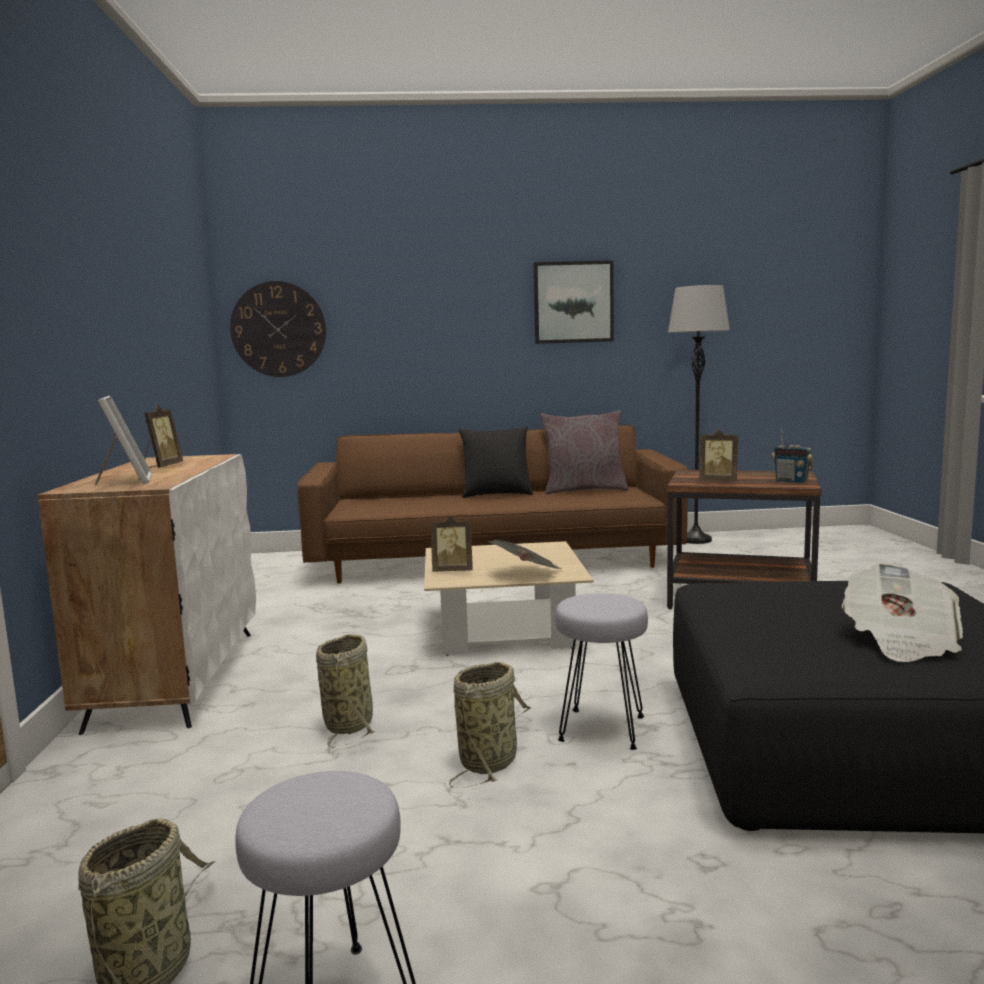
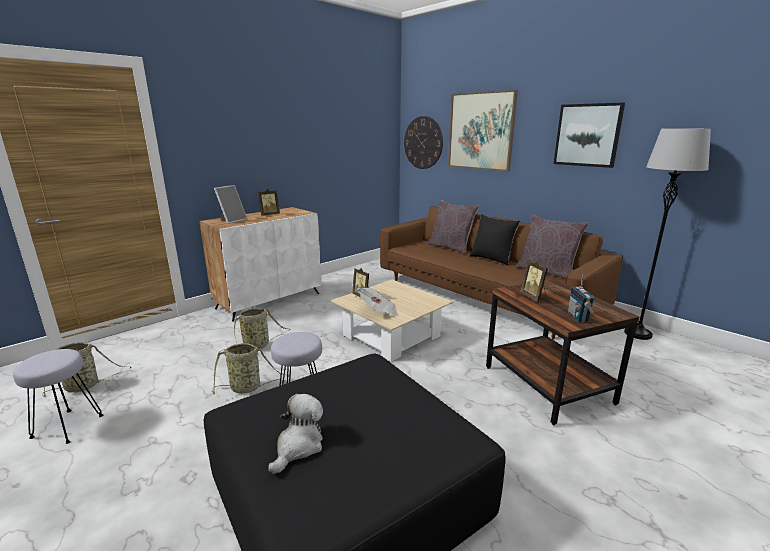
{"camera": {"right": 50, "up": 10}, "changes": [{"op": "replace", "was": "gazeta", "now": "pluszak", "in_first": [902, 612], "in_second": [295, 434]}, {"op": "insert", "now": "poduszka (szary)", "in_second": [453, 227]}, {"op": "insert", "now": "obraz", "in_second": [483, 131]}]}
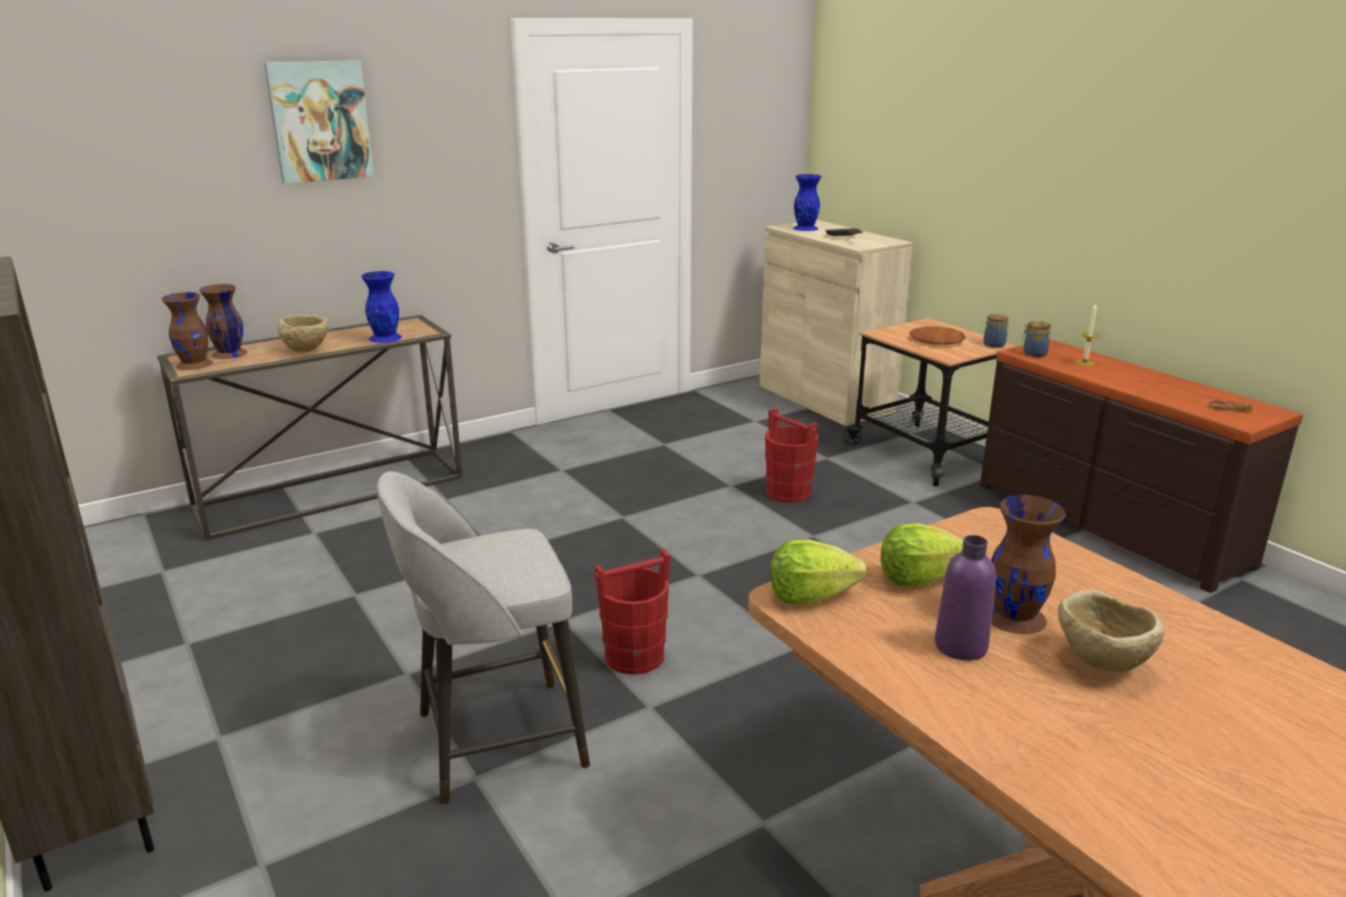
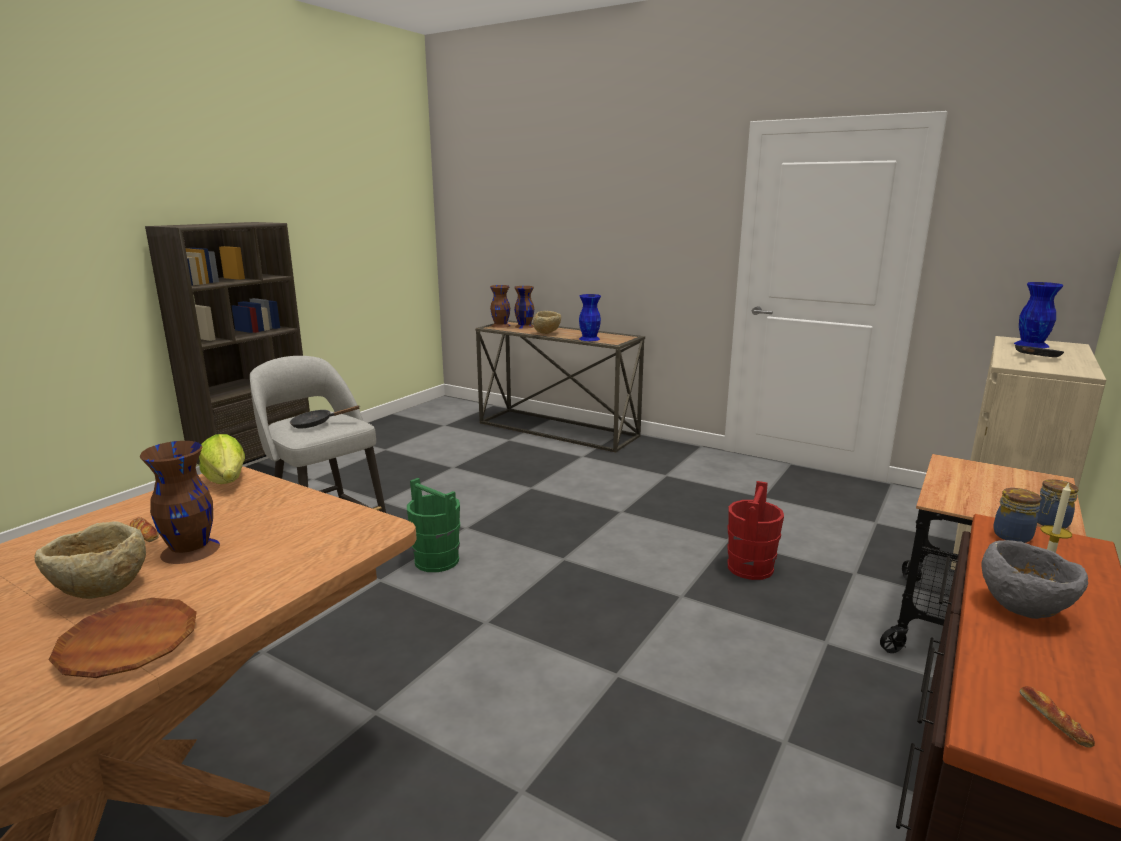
{"camera": {"right": 65, "up": -5}, "changes": [{"op": "move", "was": "talerz (brązowy)", "in_first": [937, 335], "in_second": [123, 638]}, {"op": "replace", "was": "butelka (fioletowy)", "now": "chleb", "in_first": [965, 598], "in_second": [144, 529]}, {"op": "insert", "now": "patelnia (czarny)", "in_second": [324, 417]}, {"op": "recolor", "was": "wiadro (czerwony)", "now": "wiadro (zielony)", "in_first": [632, 612], "in_second": [433, 525]}, {"op": "insert", "now": "miska (szary)", "in_second": [1035, 579]}, {"op": "delete", "was": "obraz", "in_first": [319, 122]}, {"op": "delete", "was": "sałata", "in_first": [922, 555]}]}
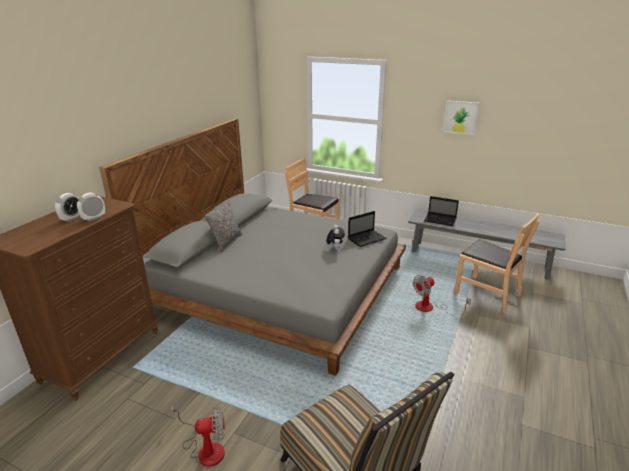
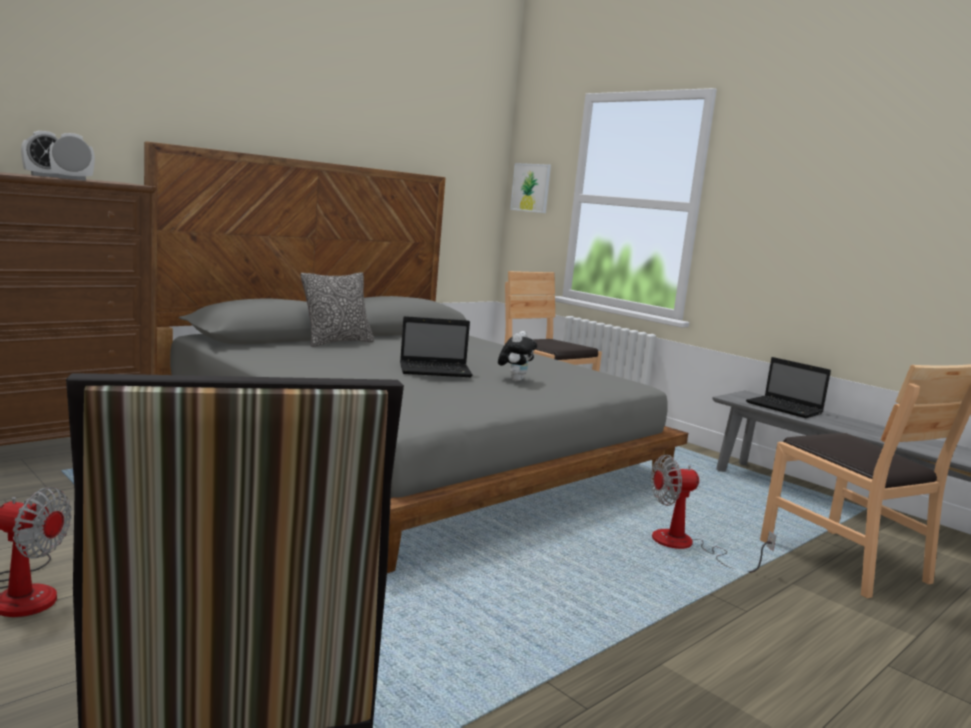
{"camera": {"right": 20, "up": -15}, "changes": [{"op": "move", "was": "laptop", "in_first": [367, 229], "in_second": [436, 346]}, {"op": "move", "was": "obraz", "in_first": [461, 117], "in_second": [530, 188]}]}
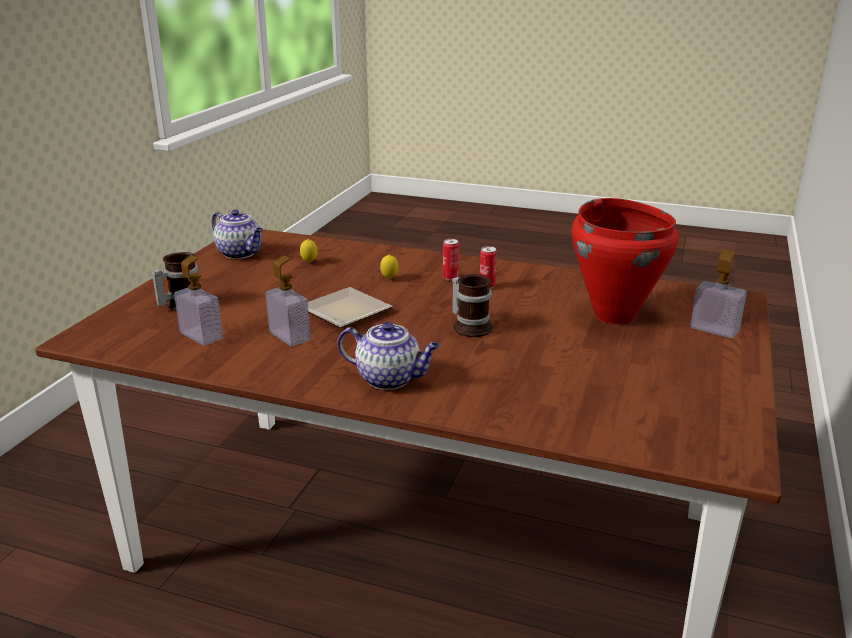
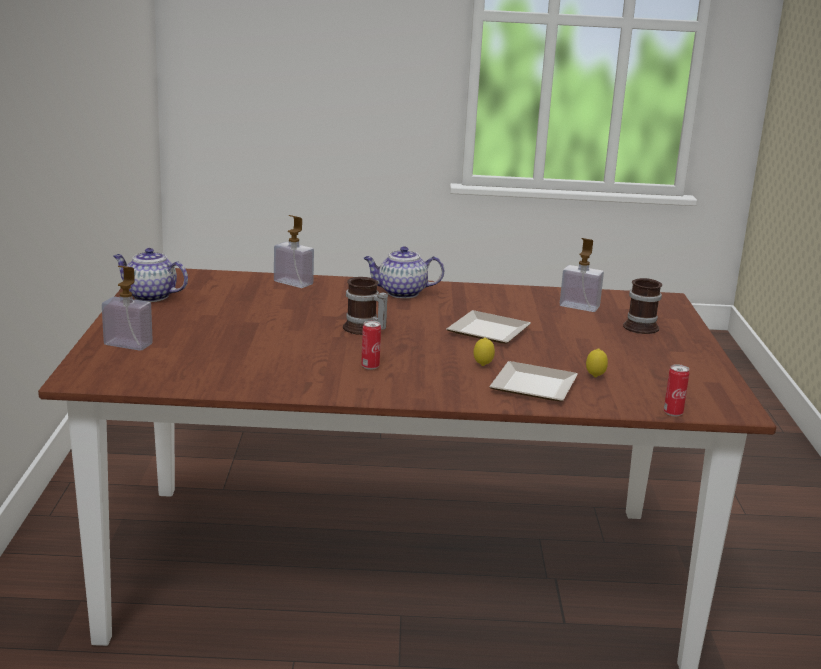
{"camera": {"right": 160, "up": -5}, "changes": [{"op": "move", "was": "imbryk", "in_first": [237, 234], "in_second": [150, 275]}, {"op": "move", "was": "dozownik mydła", "in_first": [288, 301], "in_second": [294, 251]}, {"op": "insert", "now": "talerz", "in_second": [533, 381]}, {"op": "move", "was": "puszka", "in_first": [451, 260], "in_second": [676, 390]}, {"op": "delete", "was": "garnek (czerwony)", "in_first": [625, 261]}]}
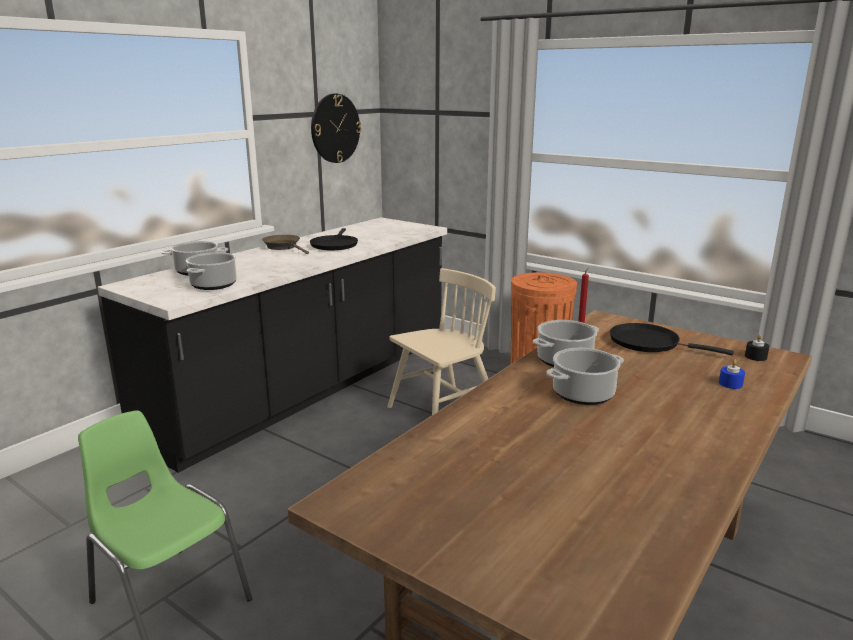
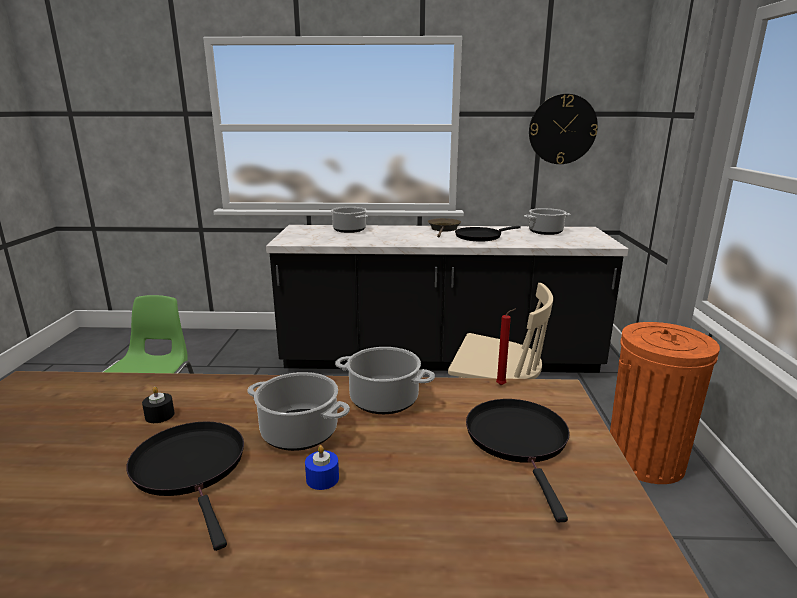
{"camera": {"right": 55, "up": 0}, "changes": [{"op": "insert", "now": "patelnia (czarny)", "in_second": [185, 486]}, {"op": "move", "was": "świeca (czarny)", "in_first": [757, 347], "in_second": [158, 405]}, {"op": "move", "was": "świeca (niebieski)", "in_first": [732, 374], "in_second": [322, 467]}, {"op": "move", "was": "garnek", "in_first": [211, 271], "in_second": [547, 221]}]}
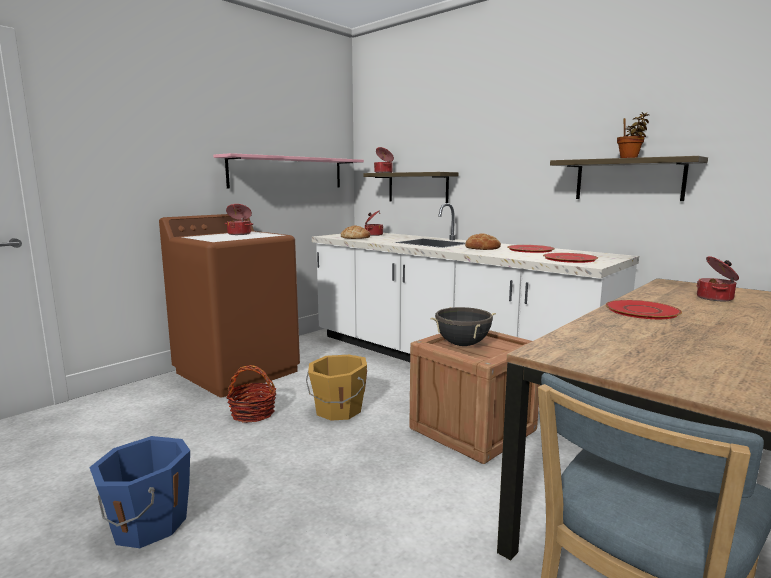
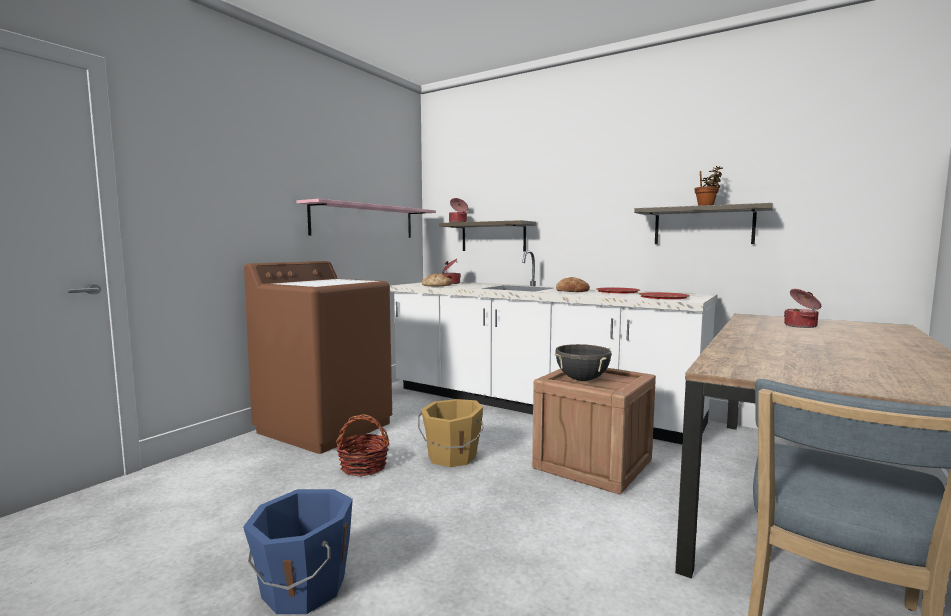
{"camera": {"right": -10, "up": -5}, "changes": [{"op": "delete", "was": "garnek", "in_first": [239, 219]}, {"op": "delete", "was": "talerz (czerwony)", "in_first": [644, 309]}]}
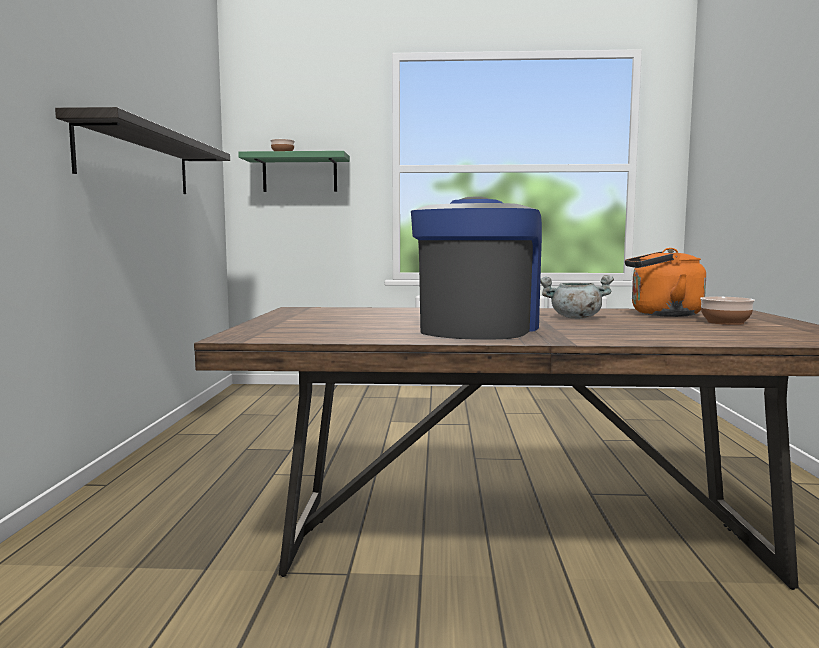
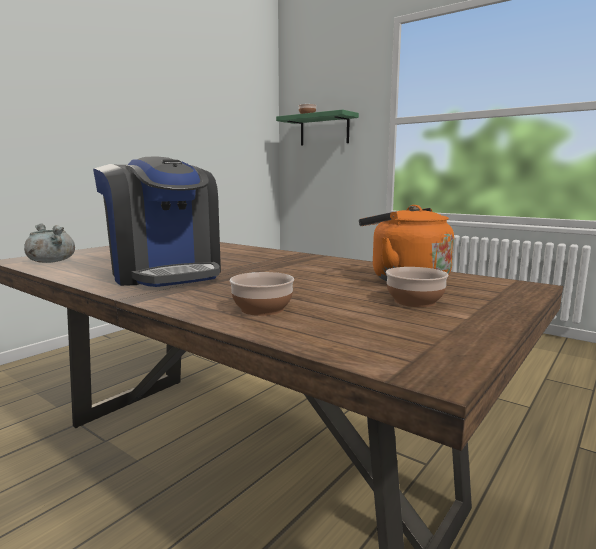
{"camera": {"right": 35, "up": 5}, "changes": [{"op": "move", "was": "garnek (szary)", "in_first": [577, 297], "in_second": [49, 243]}, {"op": "rotate", "was": "ekspres do kawy", "in_first": [476, 268], "in_second": [157, 222], "clockwise": 90}, {"op": "insert", "now": "miska", "in_second": [262, 294]}, {"op": "delete", "was": "półka", "in_first": [142, 150]}]}
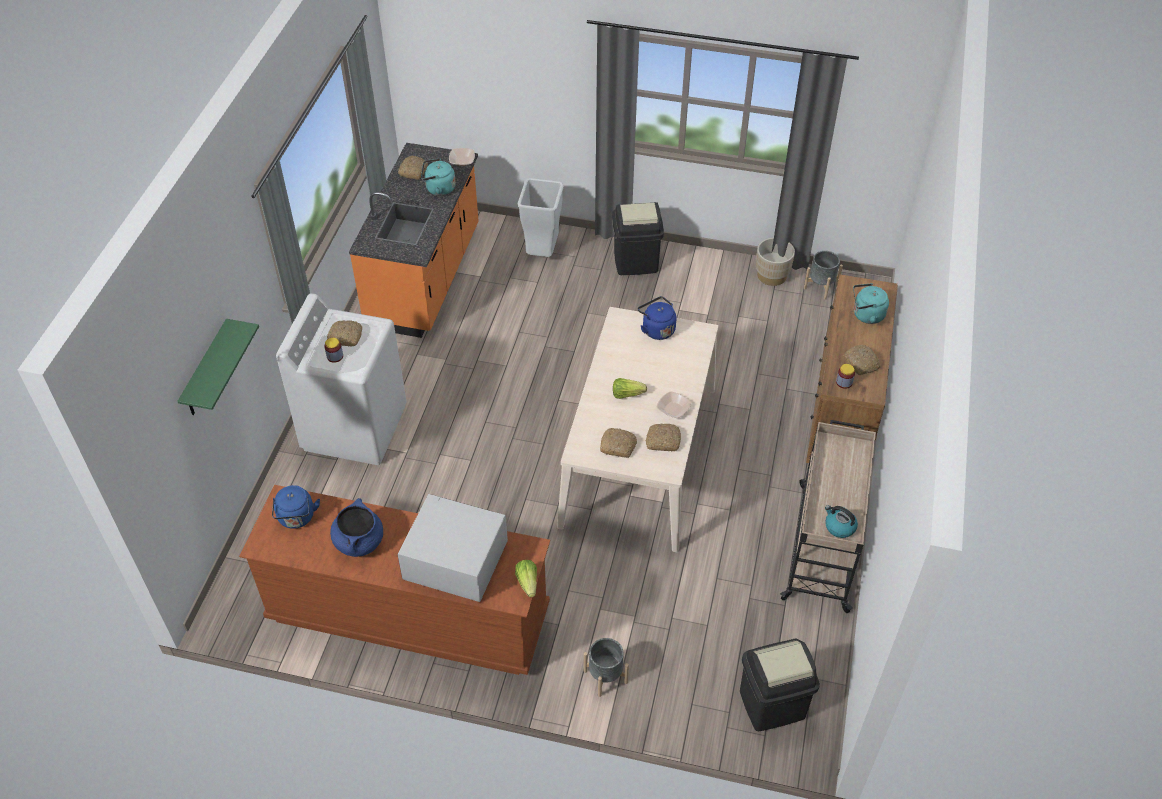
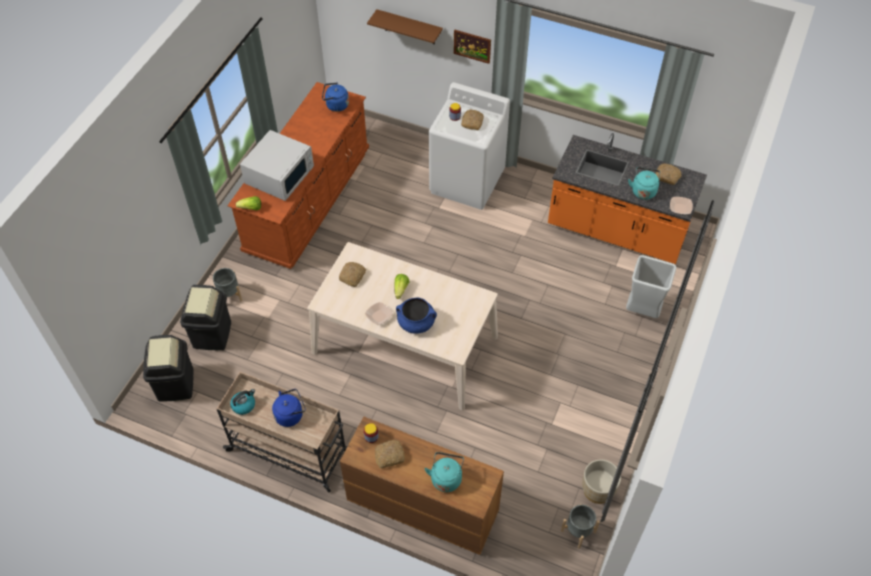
{"camera": {"right": 100, "up": 5}, "changes": [{"op": "move", "was": "kosz na śmieci (czarny)", "in_first": [638, 238], "in_second": [205, 317]}, {"op": "move", "was": "czajnik (niebieski)", "in_first": [657, 318], "in_second": [289, 408]}, {"op": "recolor", "was": "półka (zielony)", "now": "półka (brązowy)", "in_first": [218, 367], "in_second": [405, 27]}, {"op": "move", "was": "garnek (niebieski)", "in_first": [356, 527], "in_second": [416, 315]}, {"op": "insert", "now": "obraz", "in_second": [472, 47]}, {"op": "delete", "was": "chleb", "in_first": [663, 437]}]}
